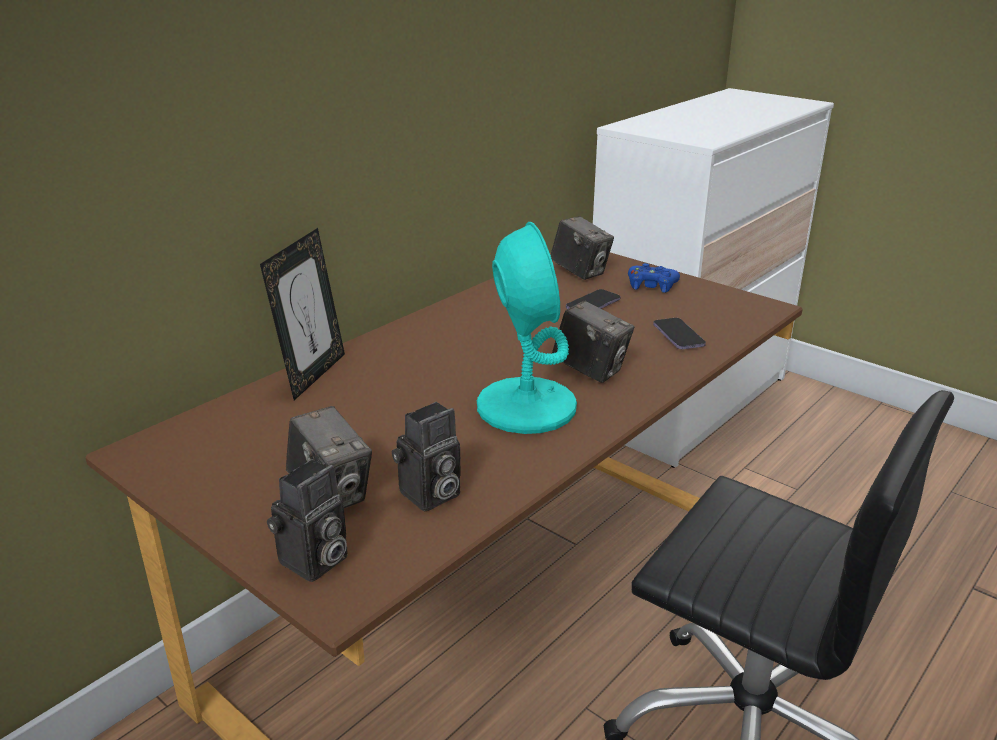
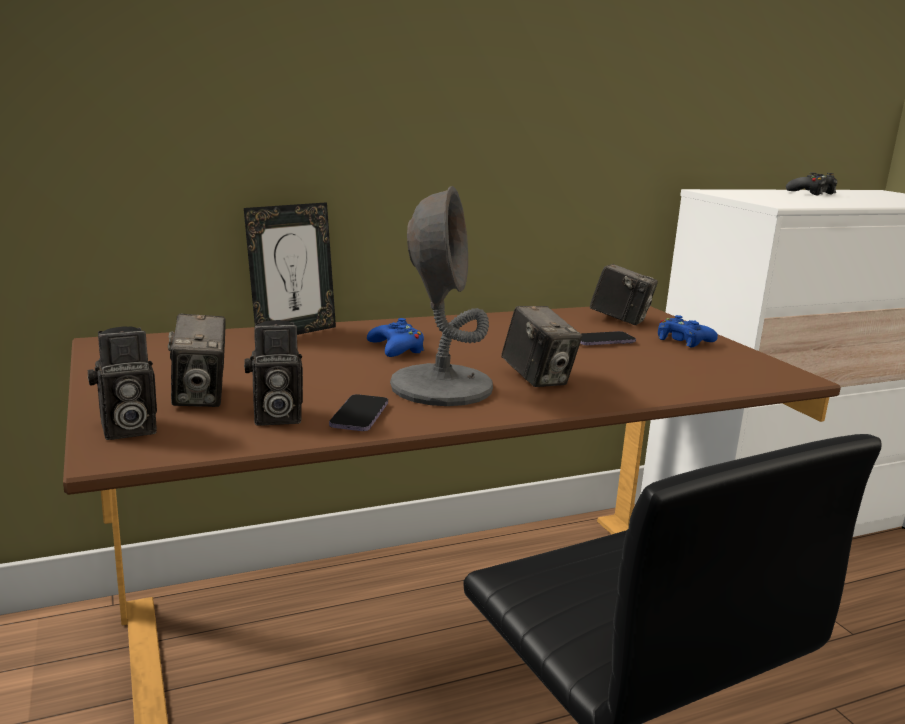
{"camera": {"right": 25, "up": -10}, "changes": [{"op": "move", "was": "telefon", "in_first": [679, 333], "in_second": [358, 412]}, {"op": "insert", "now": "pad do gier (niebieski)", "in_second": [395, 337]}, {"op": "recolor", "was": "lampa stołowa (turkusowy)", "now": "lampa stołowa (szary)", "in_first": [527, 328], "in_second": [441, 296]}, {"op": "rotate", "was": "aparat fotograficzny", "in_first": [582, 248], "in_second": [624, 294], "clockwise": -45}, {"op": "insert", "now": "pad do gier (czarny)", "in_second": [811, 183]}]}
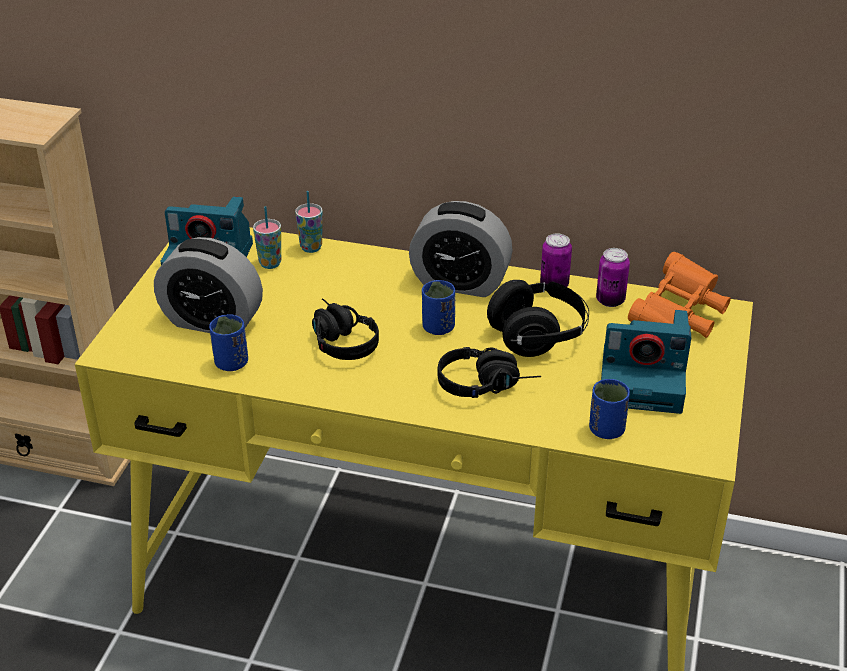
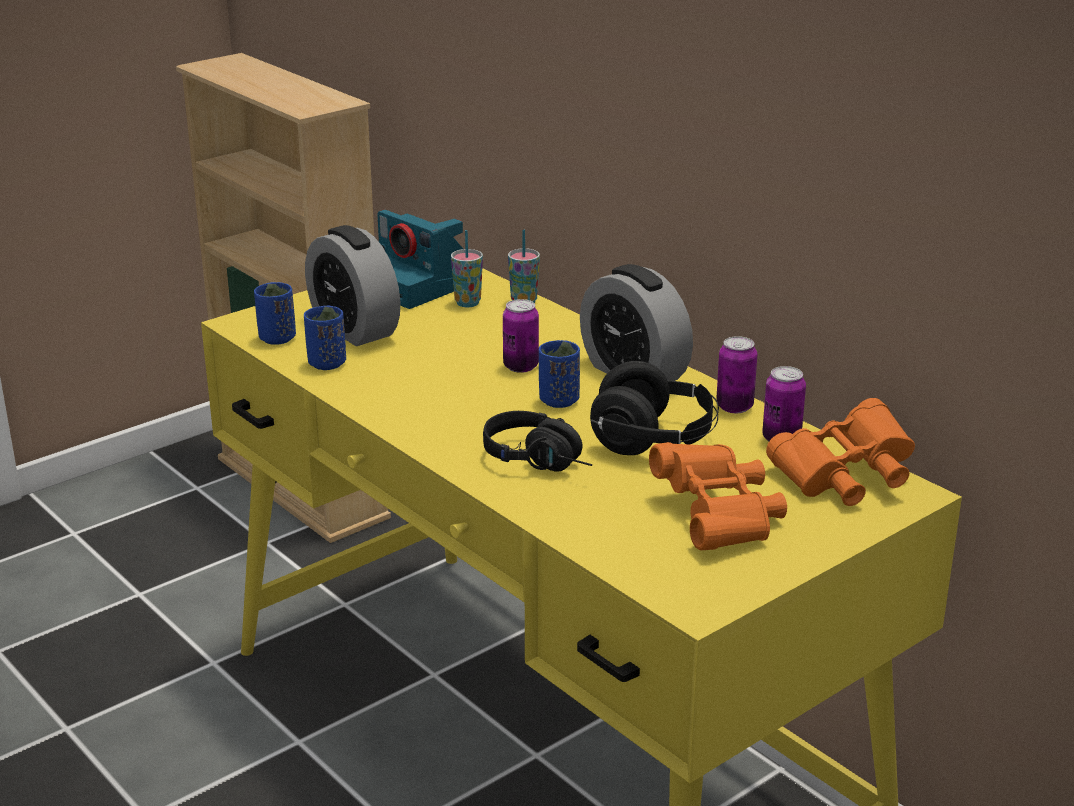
{"camera": {"right": 35, "up": -10}, "changes": [{"op": "move", "was": "filiżanka (niebieski)", "in_first": [609, 409], "in_second": [275, 313]}, {"op": "insert", "now": "puszka", "in_second": [521, 336]}, {"op": "replace", "was": "aparat fotograficzny", "now": "lornetka (pomarańczowy)", "in_first": [646, 362], "in_second": [718, 496]}, {"op": "delete", "was": "słuchawki (czarny)", "in_first": [345, 329]}]}
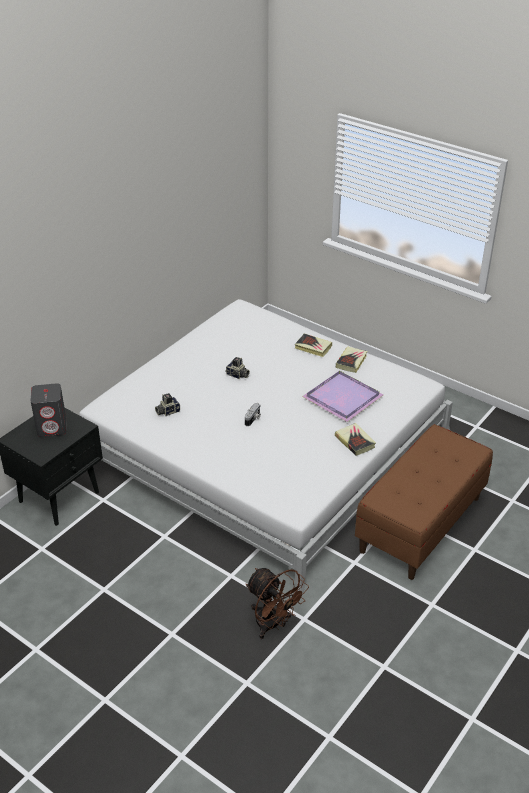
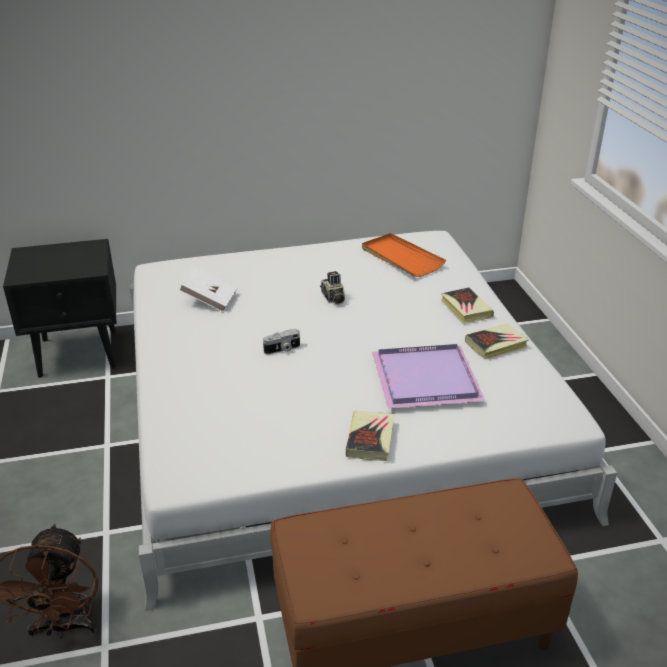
{"camera": {"right": 40, "up": -5}, "changes": [{"op": "replace", "was": "aparat fotograficzny", "now": "książka (biały)", "in_first": [167, 404], "in_second": [208, 289]}, {"op": "insert", "now": "taca (pomarańczowy)", "in_second": [404, 255]}, {"op": "delete", "was": "głośnik (szary)", "in_first": [48, 410]}]}
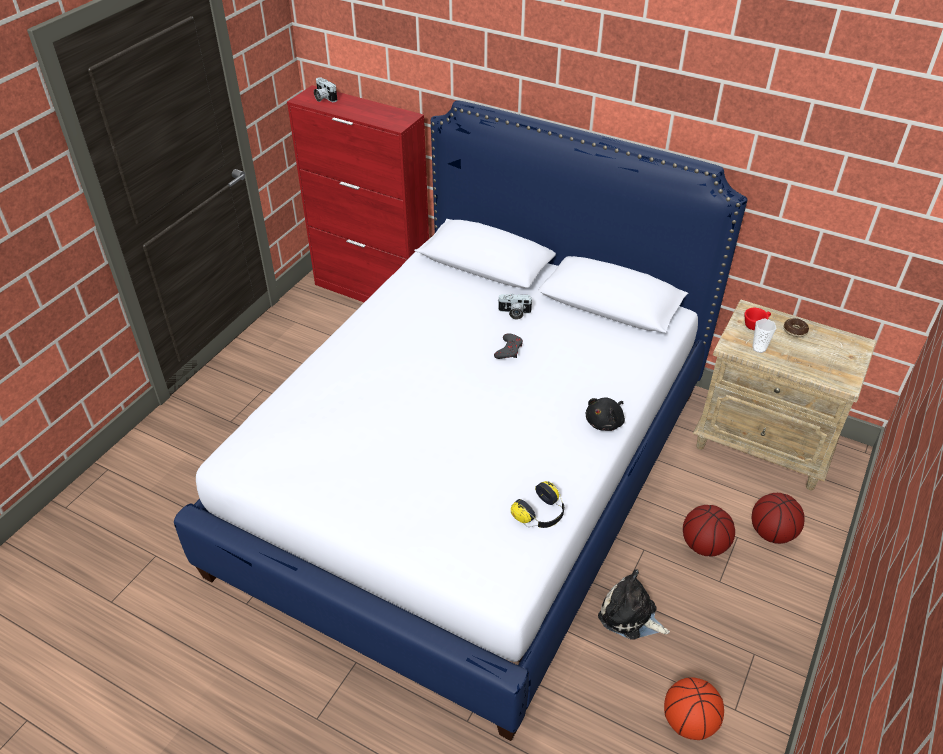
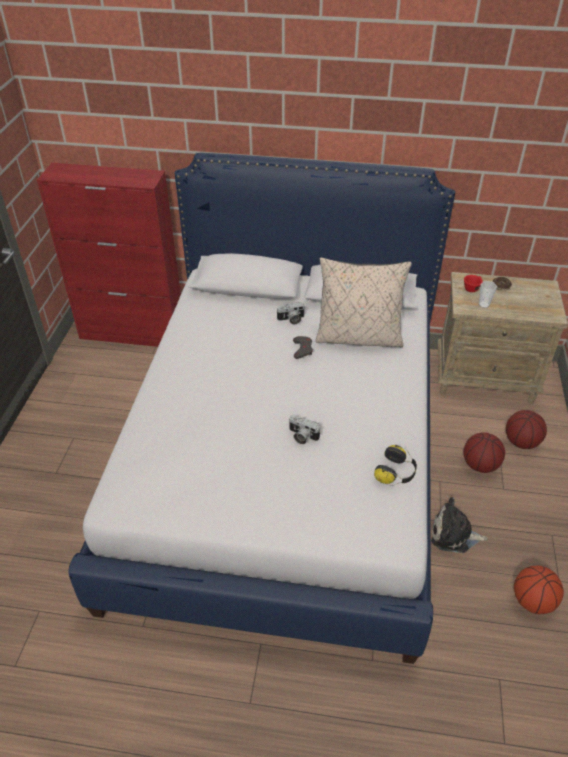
{"camera": {"right": -20, "up": 0}, "changes": [{"op": "move", "was": "aparat fotograficzny", "in_first": [325, 89], "in_second": [305, 429]}, {"op": "insert", "now": "poduszka (beżowy)", "in_second": [364, 302]}, {"op": "delete", "was": "pluszak (czarny)", "in_first": [605, 414]}]}
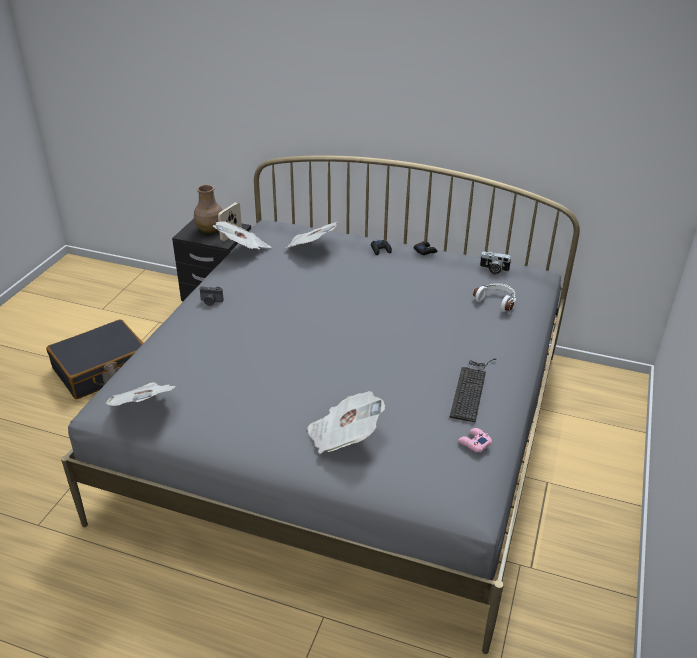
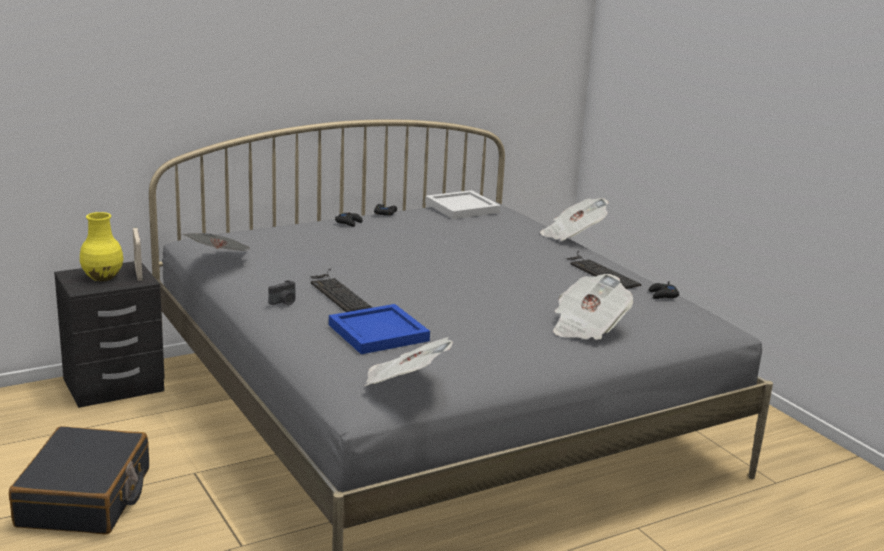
{"camera": {"right": -50, "up": -15}, "changes": [{"op": "recolor", "was": "wazon (brązowy)", "now": "wazon (żółty)", "in_first": [208, 209], "in_second": [101, 246]}, {"op": "insert", "now": "klawiatura", "in_second": [341, 290]}, {"op": "insert", "now": "taca (niebieski)", "in_second": [379, 329]}, {"op": "replace", "was": "aparat fotograficzny", "now": "taca (biały)", "in_first": [496, 263], "in_second": [463, 204]}, {"op": "move", "was": "gazeta", "in_first": [311, 235], "in_second": [574, 219]}, {"op": "recolor", "was": "pad do gier (różowy)", "now": "pad do gier (czarny)", "in_first": [475, 440], "in_second": [664, 290]}, {"op": "delete", "was": "słuchawki (biały)", "in_first": [494, 297]}]}
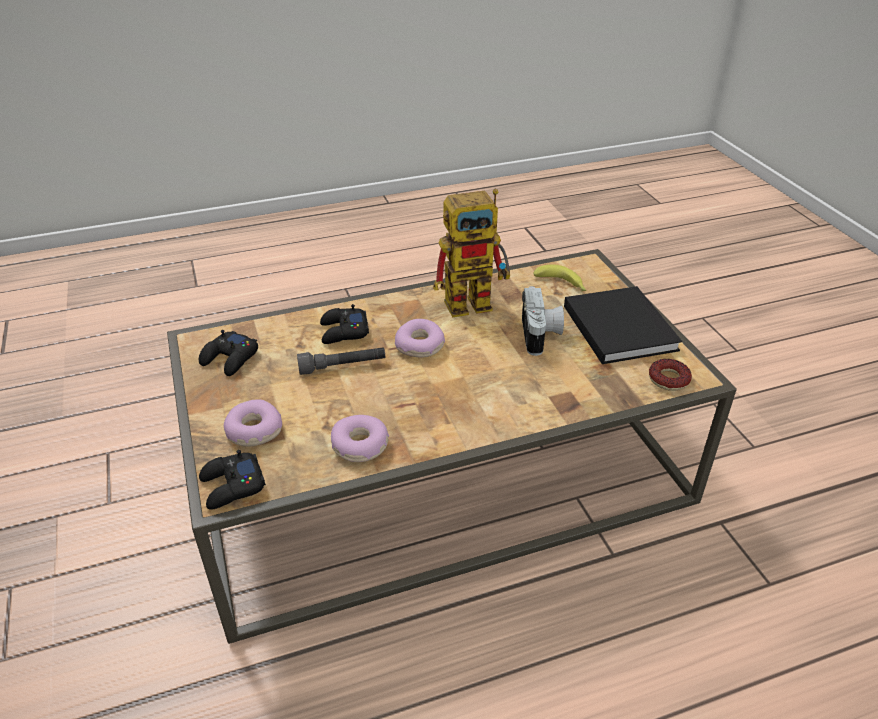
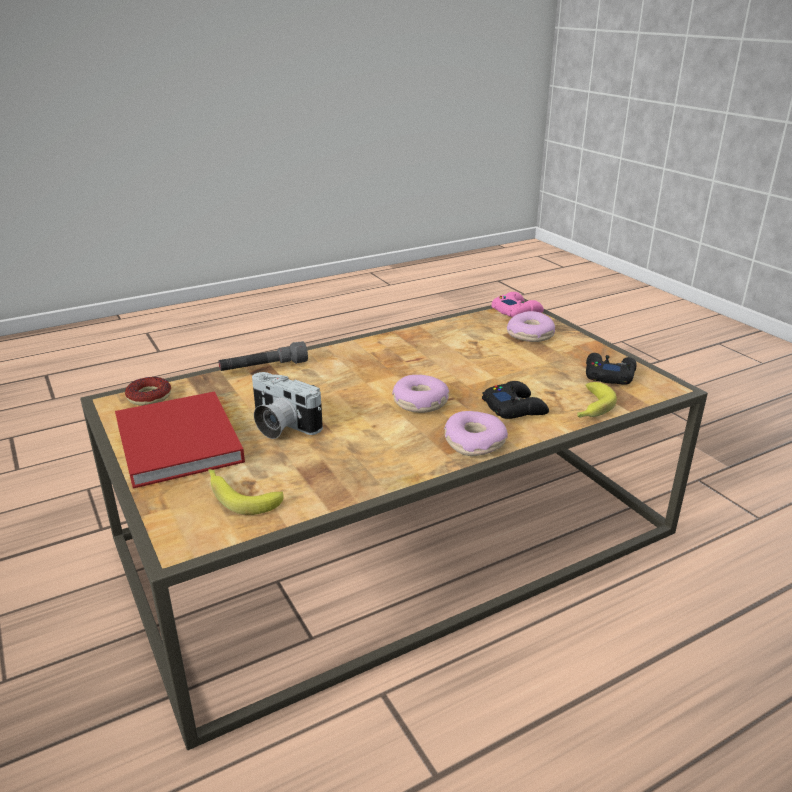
{"camera": {"right": 170, "up": -10}, "changes": [{"op": "recolor", "was": "książka (czarny)", "now": "książka (czerwony)", "in_first": [623, 325], "in_second": [180, 440]}, {"op": "move", "was": "latarka (szary)", "in_first": [341, 361], "in_second": [263, 356]}, {"op": "rotate", "was": "aparat fotograficzny", "in_first": [543, 321], "in_second": [287, 405], "clockwise": -45}, {"op": "move", "was": "donut", "in_first": [360, 438], "in_second": [476, 433]}, {"op": "recolor", "was": "pad do gier (czarny)", "now": "pad do gier (różowy)", "in_first": [232, 480], "in_second": [518, 304]}, {"op": "insert", "now": "banan", "in_second": [597, 400]}, {"op": "delete", "was": "robot zabawkowy", "in_first": [471, 253]}]}
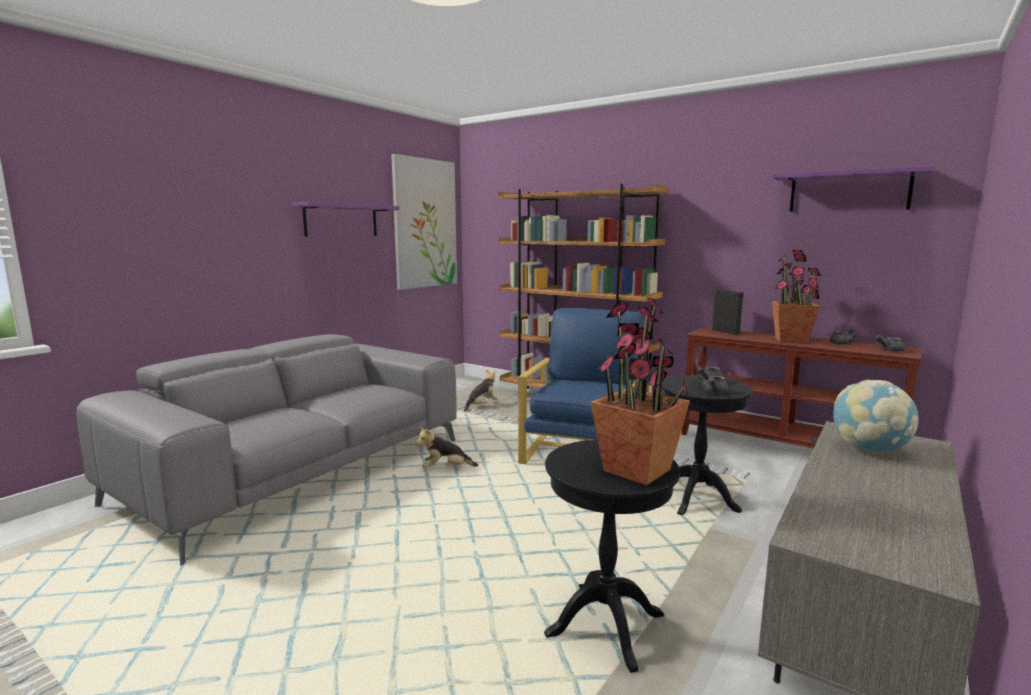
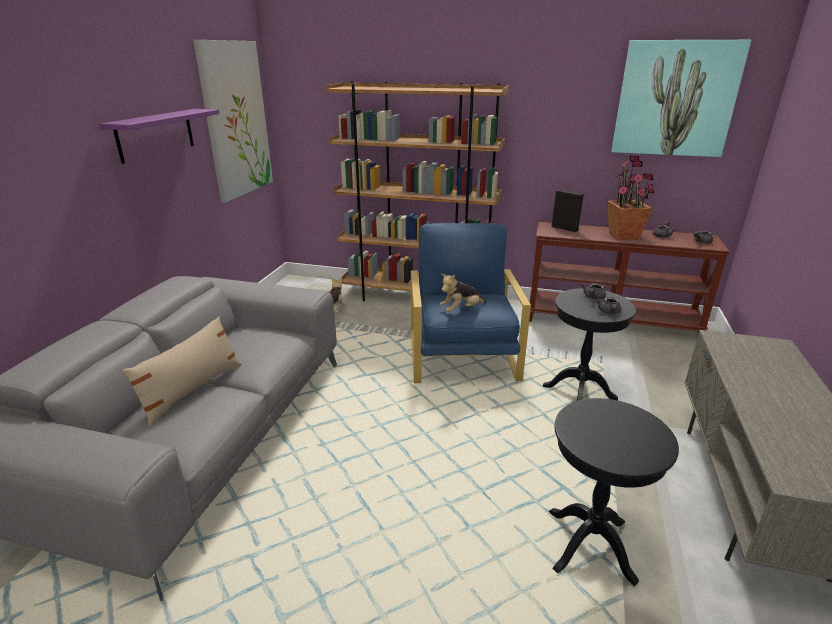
{"camera": {"right": -20, "up": 15}, "changes": [{"op": "insert", "now": "poduszka (beżowy)", "in_second": [182, 371]}, {"op": "move", "was": "pluszak", "in_first": [447, 447], "in_second": [463, 293]}, {"op": "replace", "was": "półka (fioletowy)", "now": "obraz", "in_first": [854, 188], "in_second": [681, 98]}, {"op": "delete", "was": "roślina doniczkowa", "in_first": [640, 391]}, {"op": "delete", "was": "globus", "in_first": [876, 417]}]}
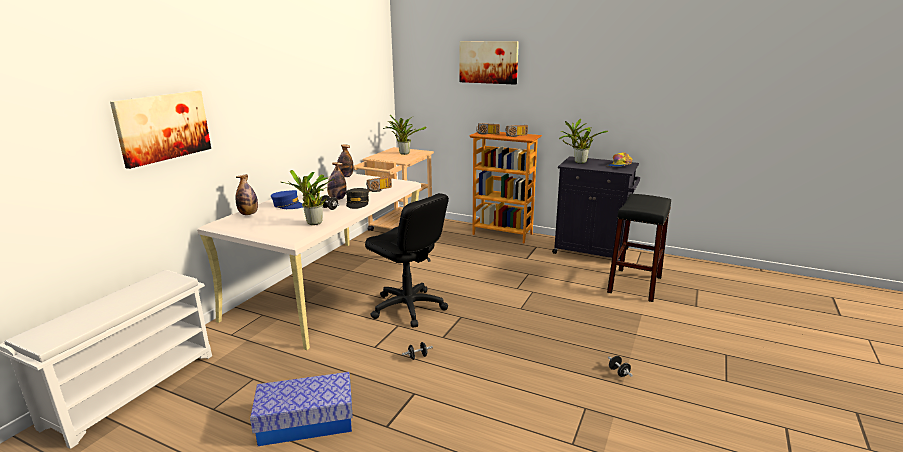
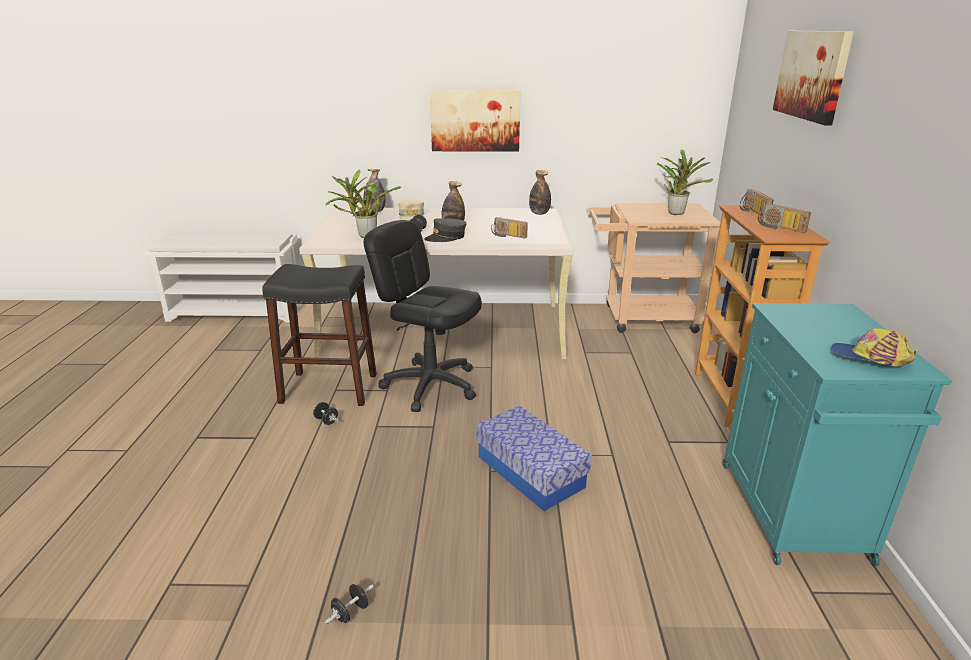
{"camera": {"right": 65, "up": 5}, "changes": [{"op": "move", "was": "stołek (czarny)", "in_first": [639, 248], "in_second": [319, 335]}, {"op": "rotate", "was": "krzesło biurowe (czarny)", "in_first": [407, 260], "in_second": [423, 316], "clockwise": 105}, {"op": "recolor", "was": "czapka z daszkiem (niebieski)", "now": "czapka z daszkiem (beżowy)", "in_first": [287, 199], "in_second": [411, 210]}, {"op": "move", "was": "obraz", "in_first": [160, 130], "in_second": [475, 121]}, {"op": "move", "was": "pojemnik do przechowywania", "in_first": [301, 409], "in_second": [534, 458]}, {"op": "recolor", "was": "szafka (czarny)", "now": "szafka (turkusowy)", "in_first": [596, 208], "in_second": [837, 434]}, {"op": "delete", "was": "roślina doniczkowa", "in_first": [583, 141]}]}
